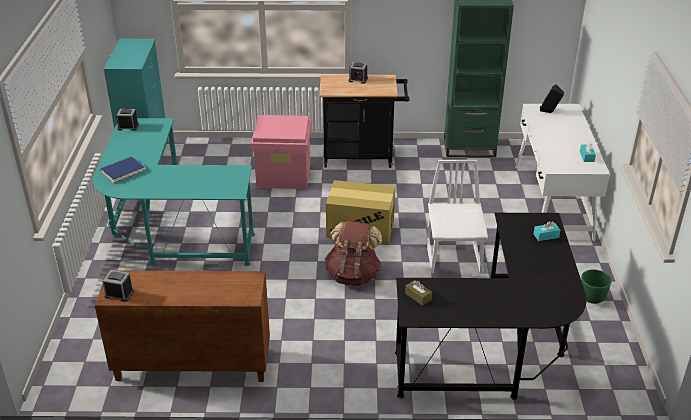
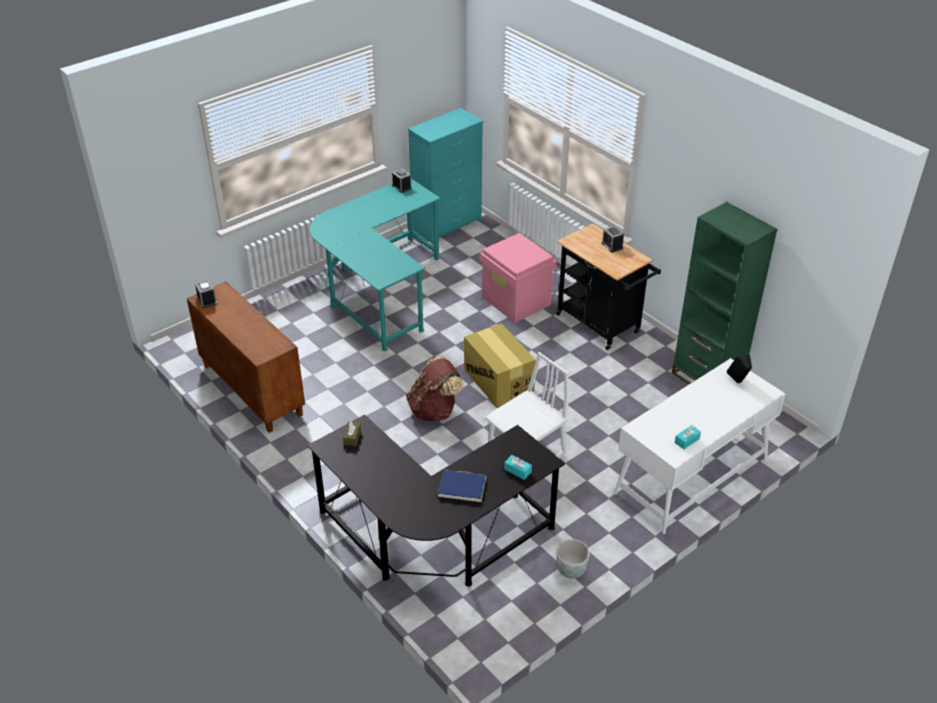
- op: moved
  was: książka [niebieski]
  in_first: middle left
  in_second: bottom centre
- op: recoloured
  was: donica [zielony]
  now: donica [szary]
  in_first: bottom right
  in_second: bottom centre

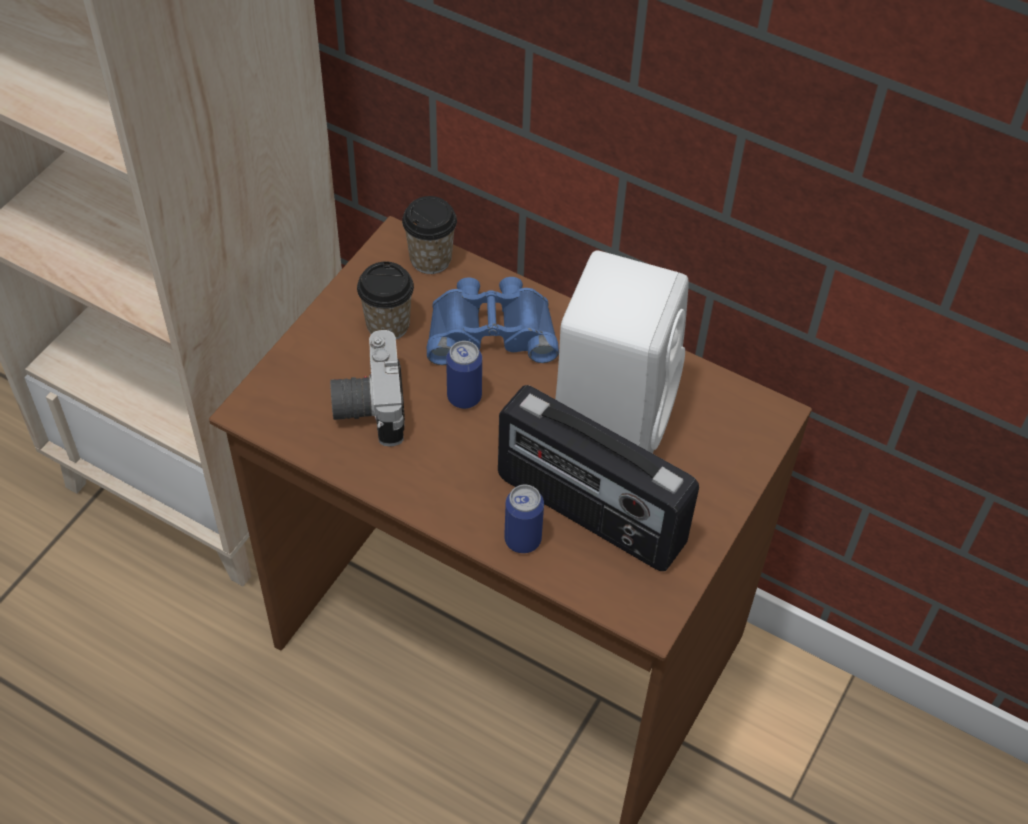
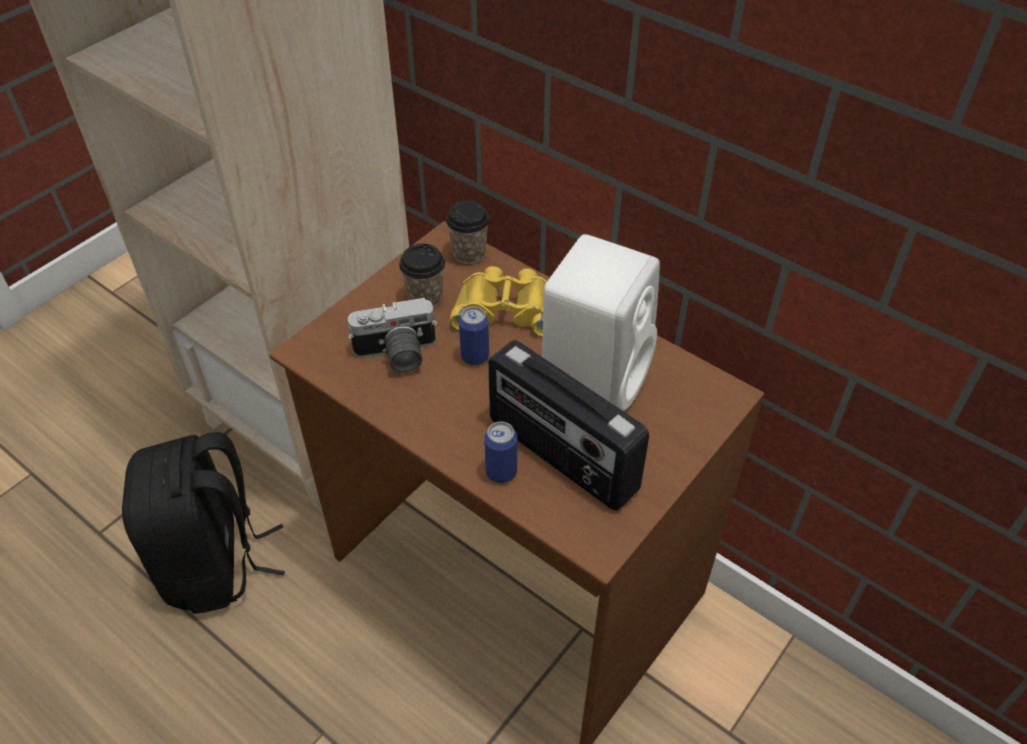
- op: turned
  was: aparat fotograficzny
  in_first: centre
  in_second: centre
  clockwise: -105
- op: recoloured
  was: lornetka [niebieski]
  now: lornetka [żółty]
  in_first: centre
  in_second: centre
- op: added
  now: plecak [czarny]
  in_second: bottom left

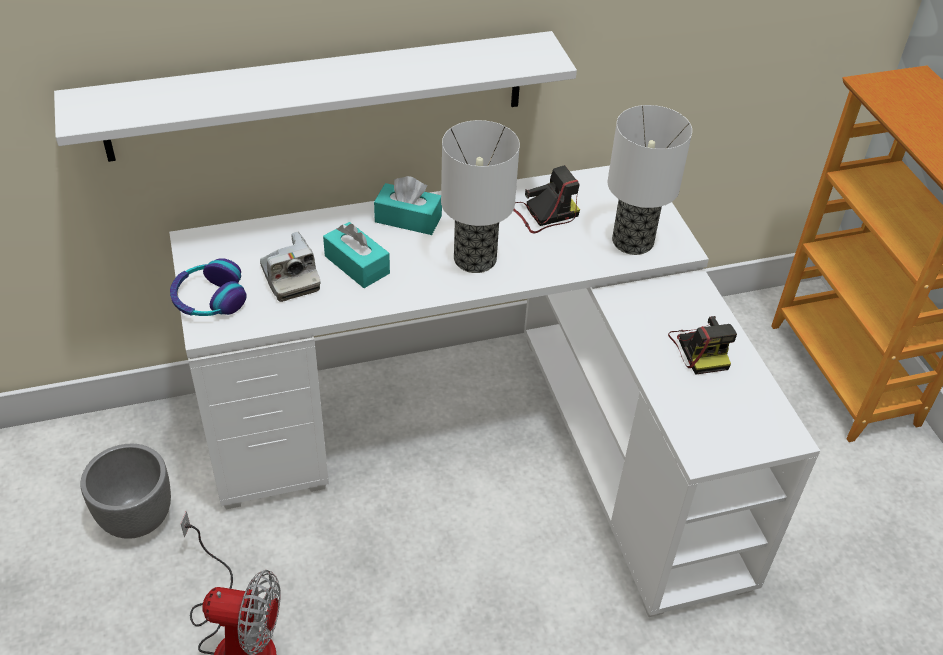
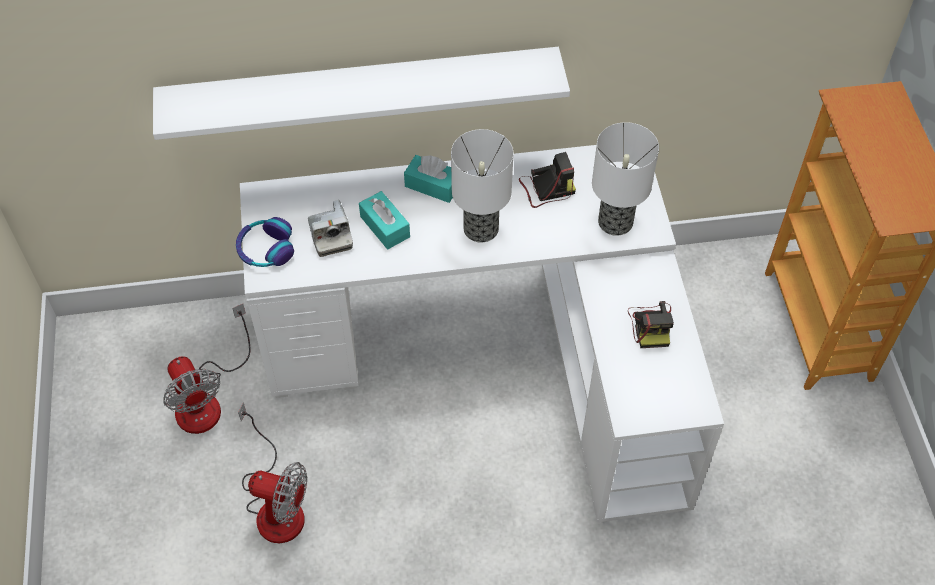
- op: replaced
  was: donica [szary]
  now: wentylator (1st from left)
  in_first: bottom left
  in_second: middle left

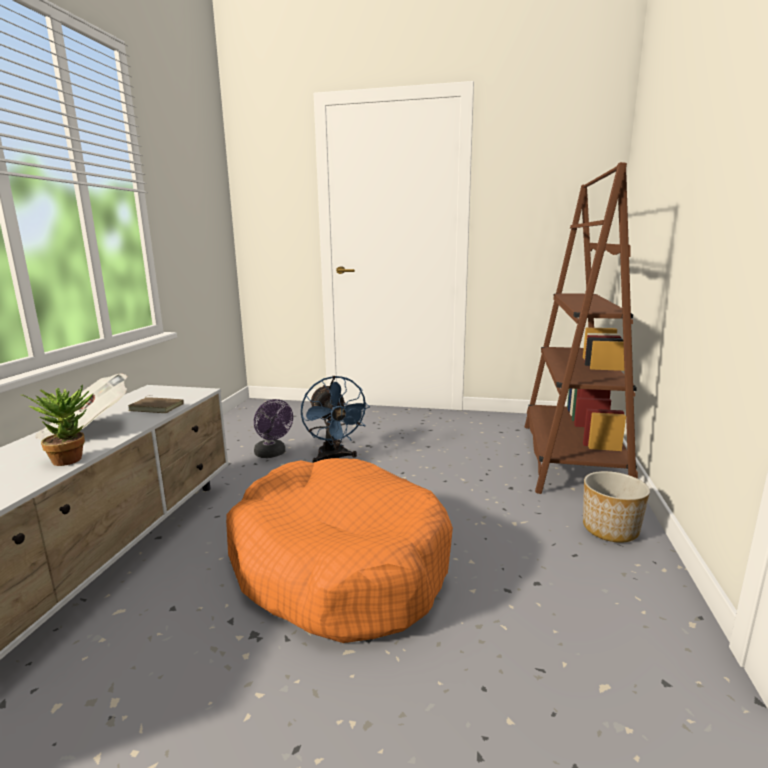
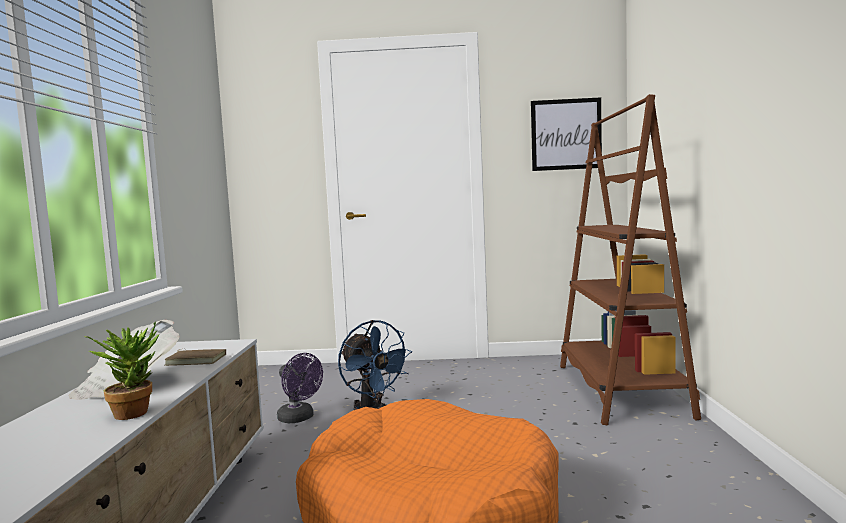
- op: removed
  was: donica
  in_first: middle right
- op: added
  now: obraz
  in_second: top right

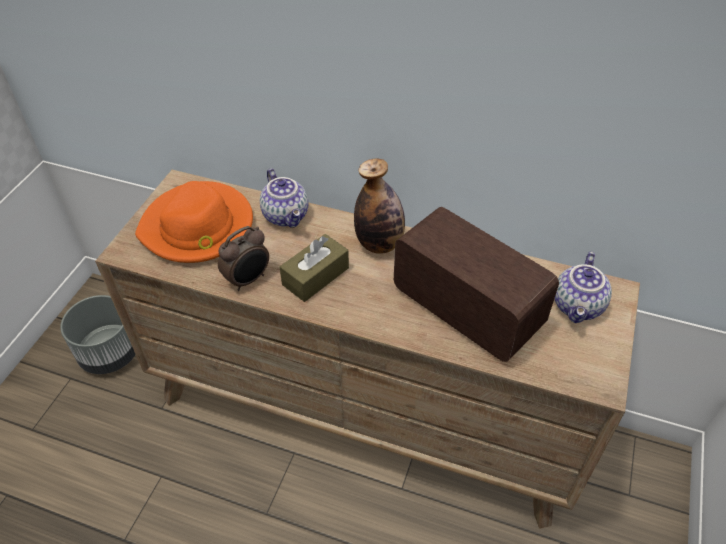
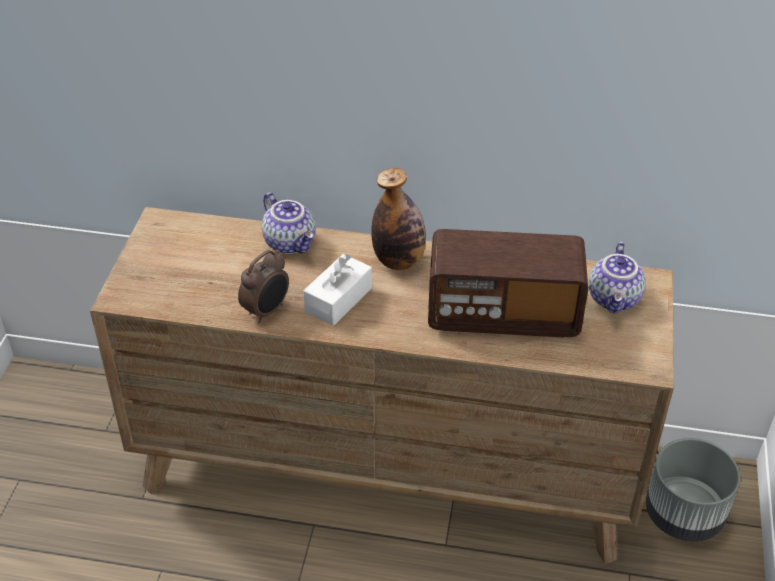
- op: moved
  was: donica [szary]
  in_first: middle left
  in_second: bottom right
- op: removed
  was: kapelusz [pomarańczowy]
  in_first: middle left
- op: recoloured
  was: pudełko chusteczek [brązowy]
  now: pudełko chusteczek [biały]
  in_first: centre
  in_second: centre
- op: turned
  was: radio
  in_first: centre
  in_second: centre
  clockwise: 150

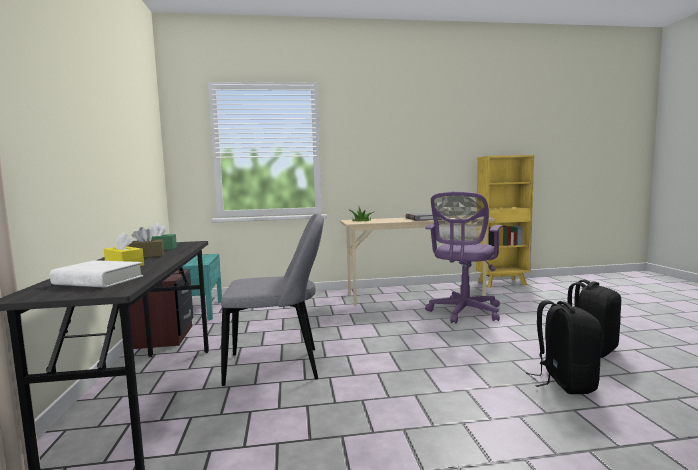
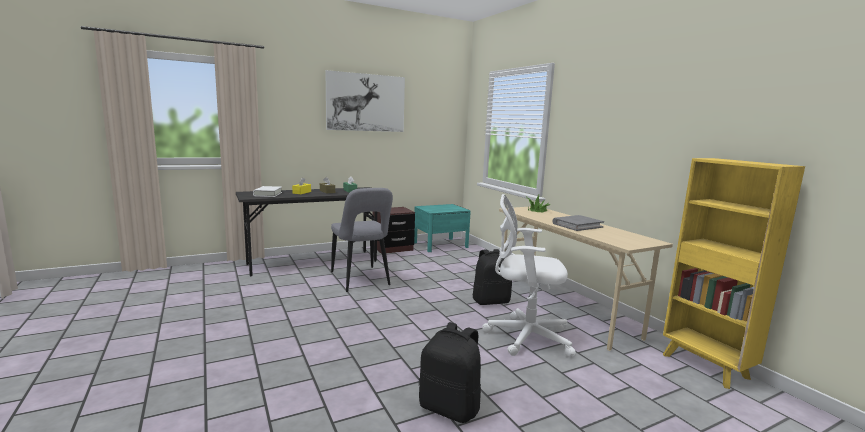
- op: recoloured
  was: krzesło biurowe [fioletowy]
  now: krzesło biurowe [biały]
  in_first: centre
  in_second: centre
- op: moved
  was: plecak [czarny] (1st from left in the first image)
  now: plecak [czarny] (2nd from left)
  in_first: bottom right
  in_second: centre
- op: added
  now: obraz
  in_second: top centre

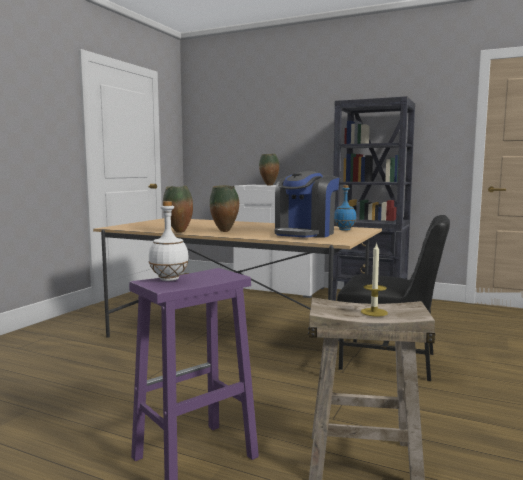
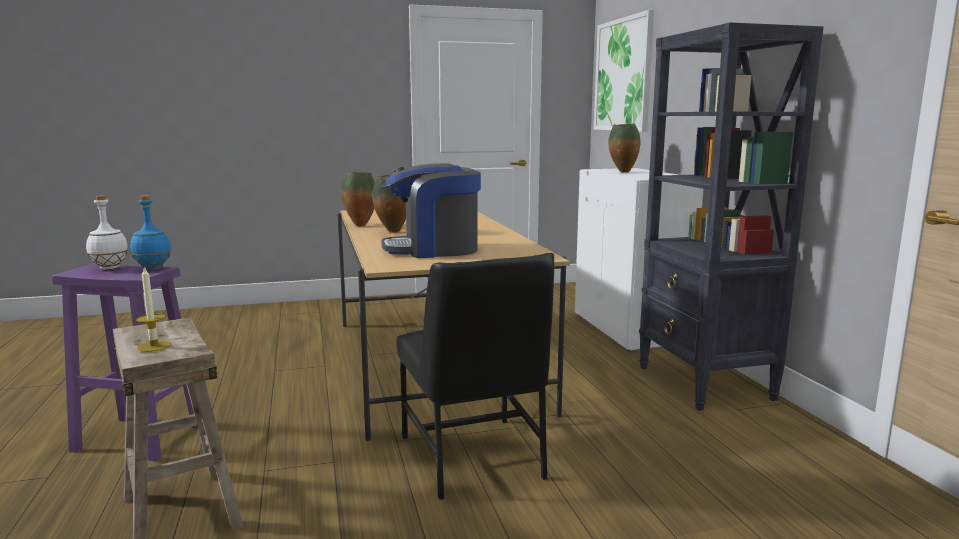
- op: moved
  was: butelka [niebieski]
  in_first: centre
  in_second: middle left
- op: added
  now: obraz
  in_second: top centre

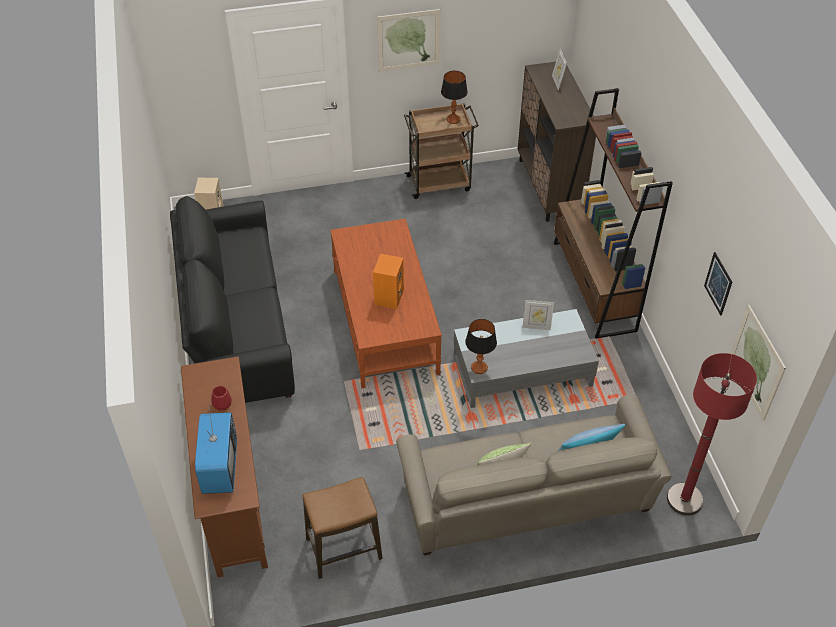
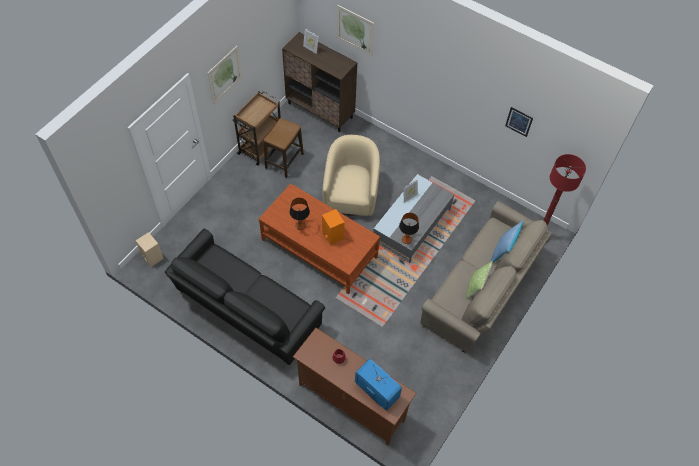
- op: moved
  was: stołek
  in_first: bottom centre
  in_second: top centre
- op: moved
  was: lampa stołowa (1st from left)
  in_first: top centre
  in_second: centre
- op: removed
  was: regał [brązowy]
  in_first: middle right
- op: moved
  was: obraz (3rd from left in the first image)
  now: obraz (2nd from left)
  in_first: middle right
  in_second: top centre
- op: added
  now: fotel [beżowy]
  in_second: centre

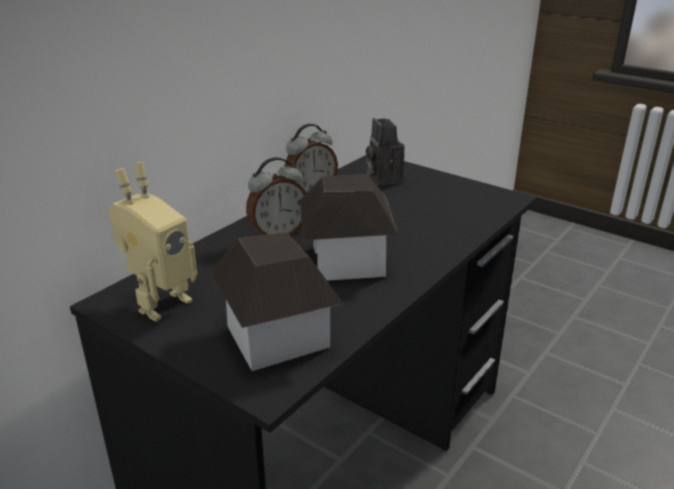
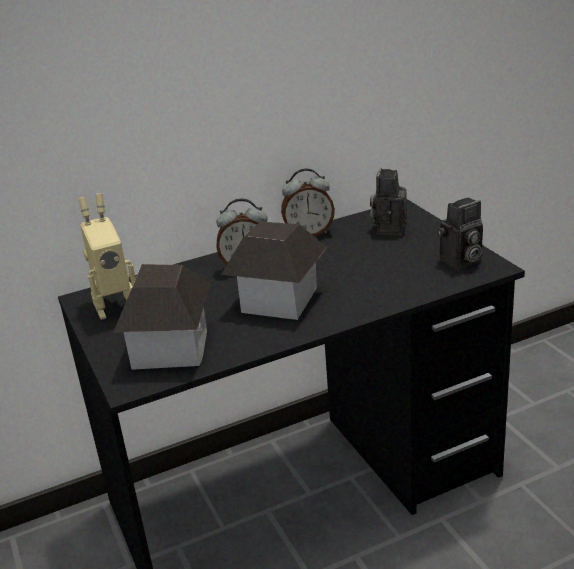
- op: added
  now: aparat fotograficzny (2nd from left)
  in_second: middle right

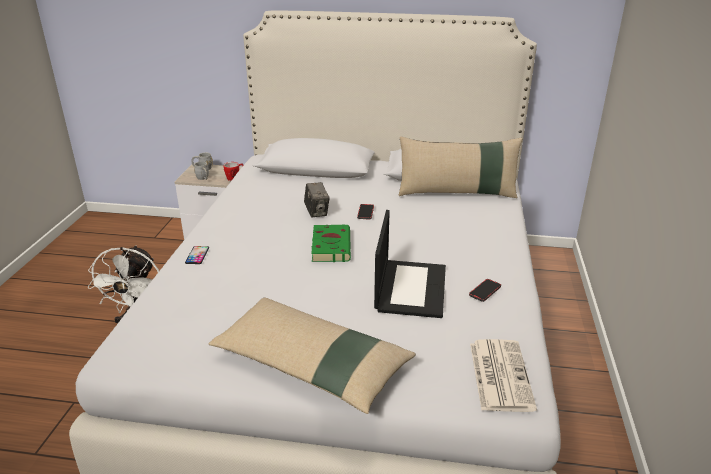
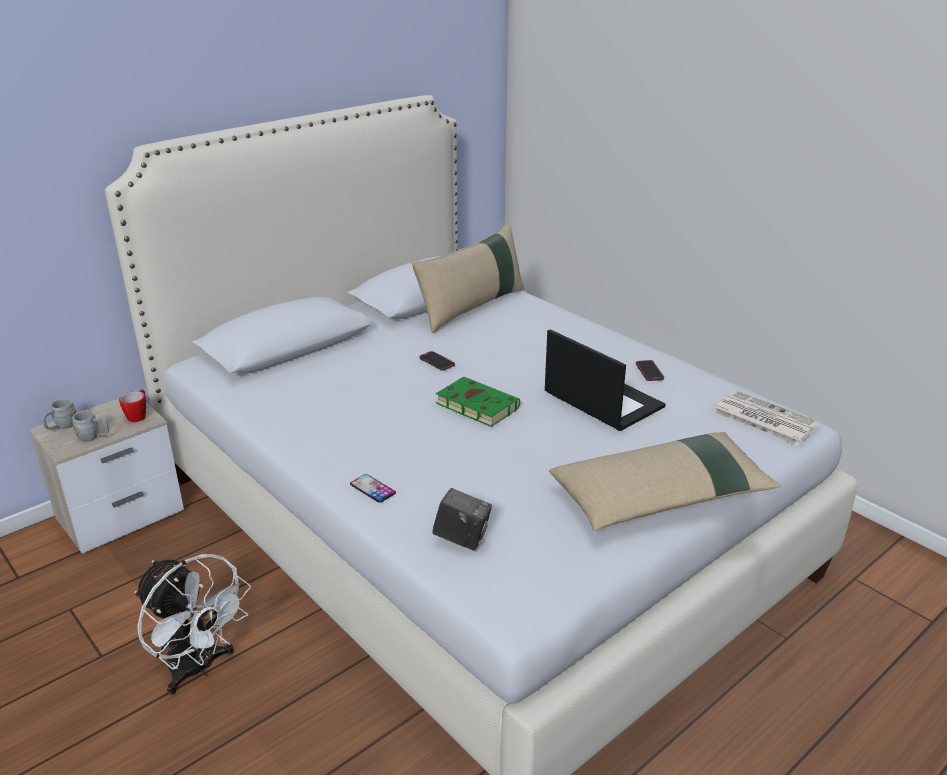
- op: moved
  was: aparat fotograficzny
  in_first: centre
  in_second: bottom centre

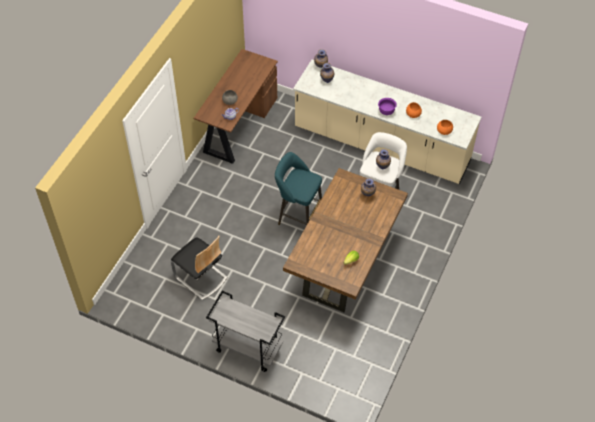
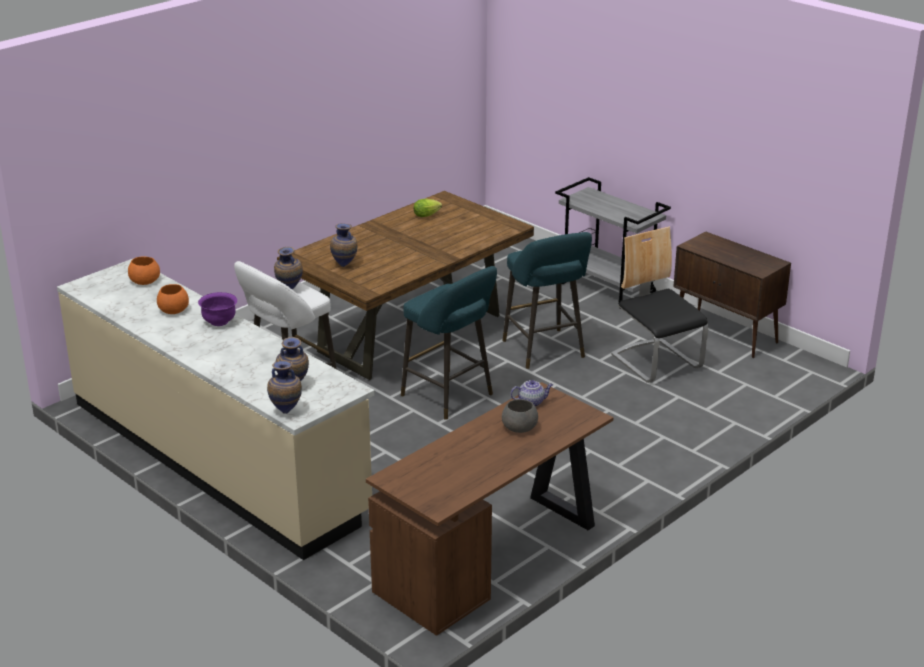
- op: added
  now: stołek [turkusowy] (2nd from left)
  in_second: centre
- op: added
  now: szafka [brązowy]
  in_second: middle right

